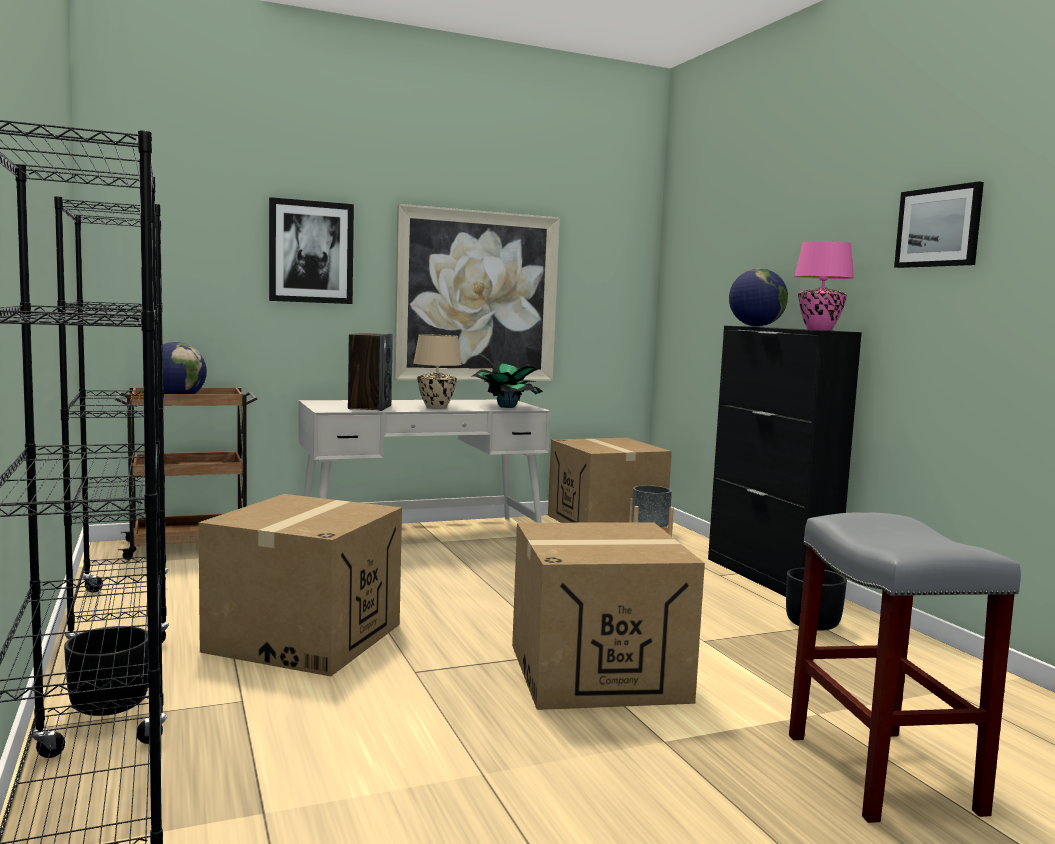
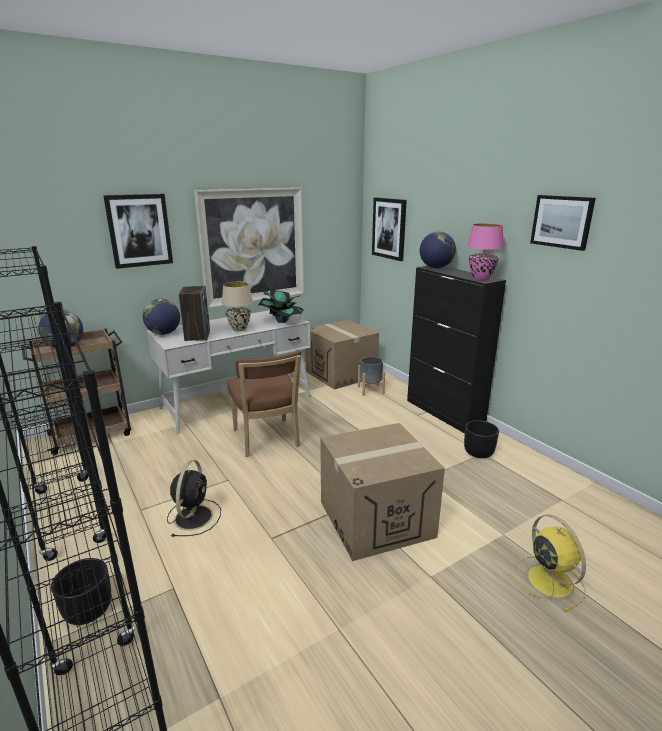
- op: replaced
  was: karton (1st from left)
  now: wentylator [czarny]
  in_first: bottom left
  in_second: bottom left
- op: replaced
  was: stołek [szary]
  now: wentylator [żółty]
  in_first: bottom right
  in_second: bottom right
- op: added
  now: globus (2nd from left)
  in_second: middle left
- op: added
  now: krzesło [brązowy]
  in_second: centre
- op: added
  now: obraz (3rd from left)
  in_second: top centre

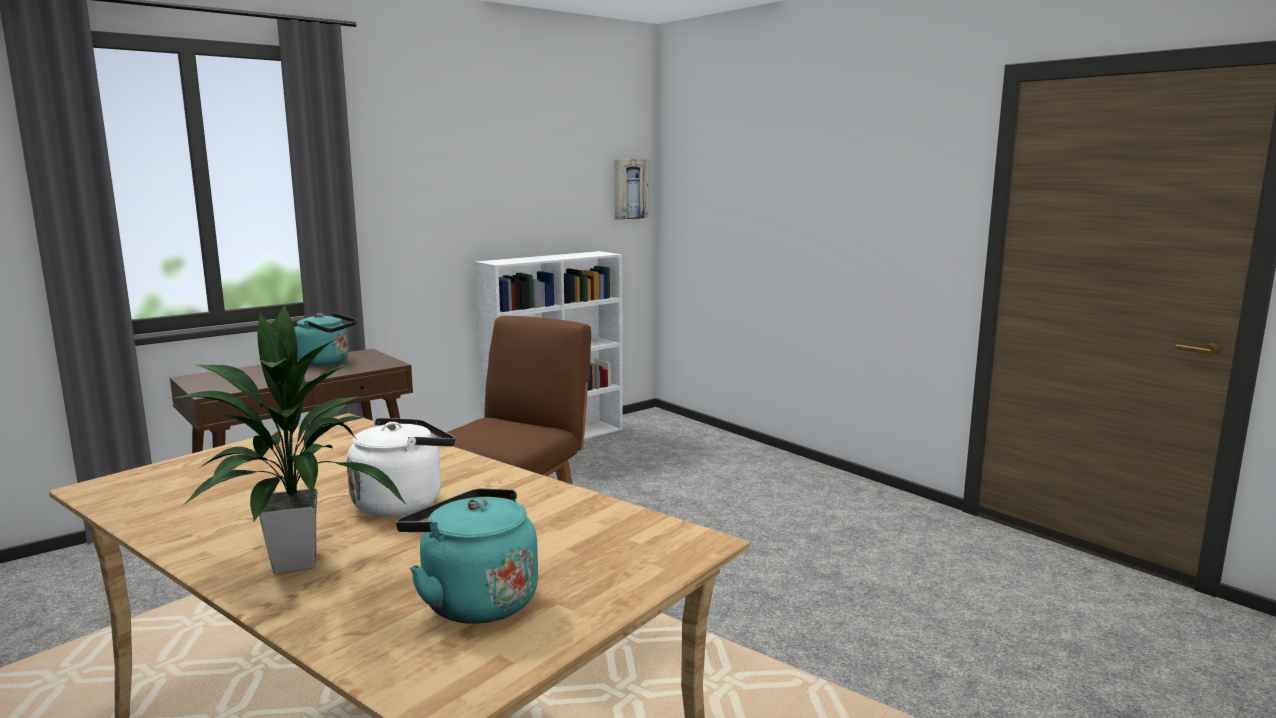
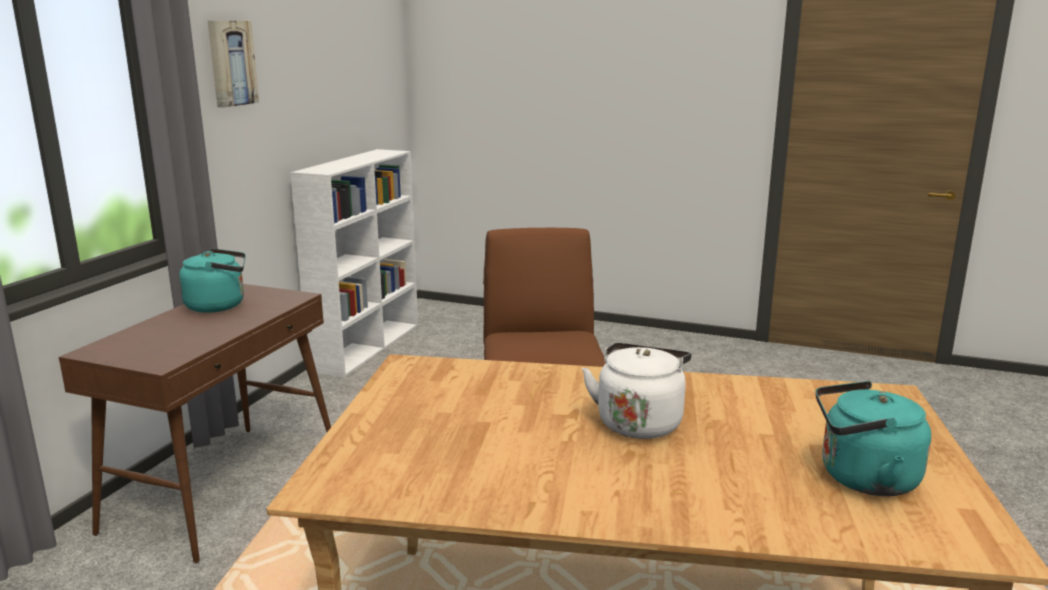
- op: removed
  was: roślina doniczkowa
  in_first: middle left
- op: moved
  was: obraz
  in_first: top centre
  in_second: top left

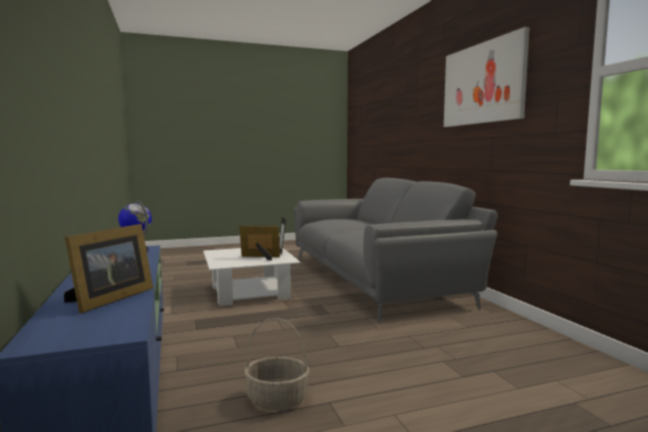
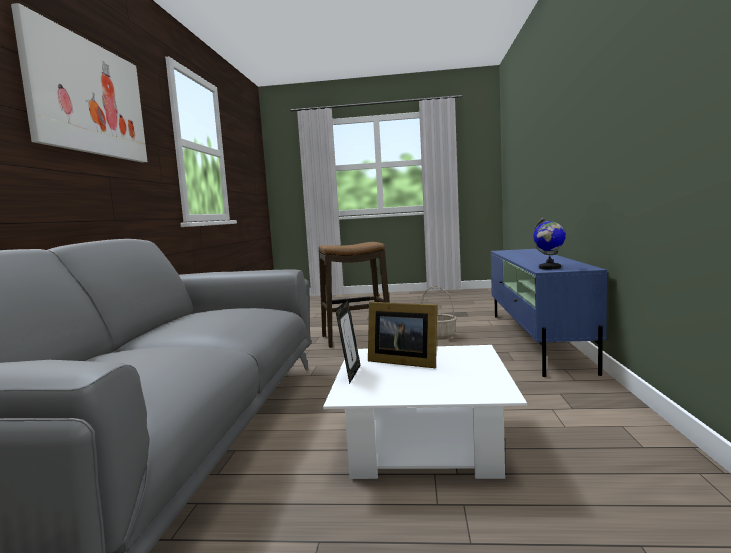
- op: removed
  was: ramka na zdjęcie (1st from left)
  in_first: middle left
- op: added
  now: stołek
  in_second: centre

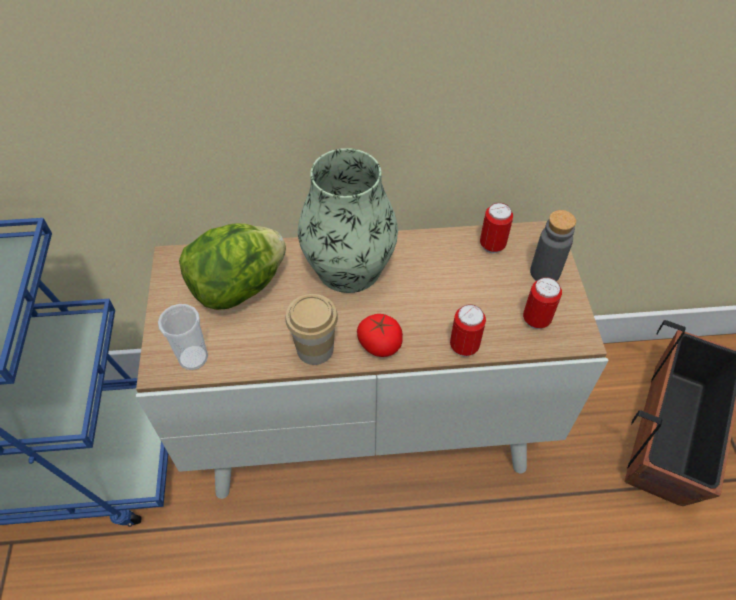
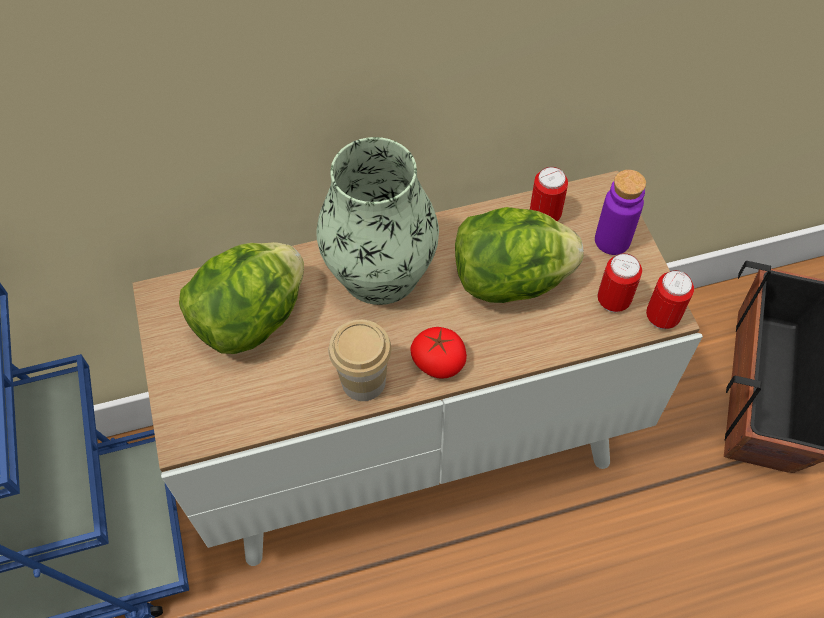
- op: removed
  was: filiżanka (1st from left)
  in_first: middle left
- op: moved
  was: puszka (1st from left in the first image)
  now: puszka (3rd from left)
  in_first: centre
  in_second: middle right
- op: recoloured
  was: butelka [szary]
  now: butelka [fioletowy]
  in_first: middle right
  in_second: middle right
- op: added
  now: sałata (2nd from left)
  in_second: centre

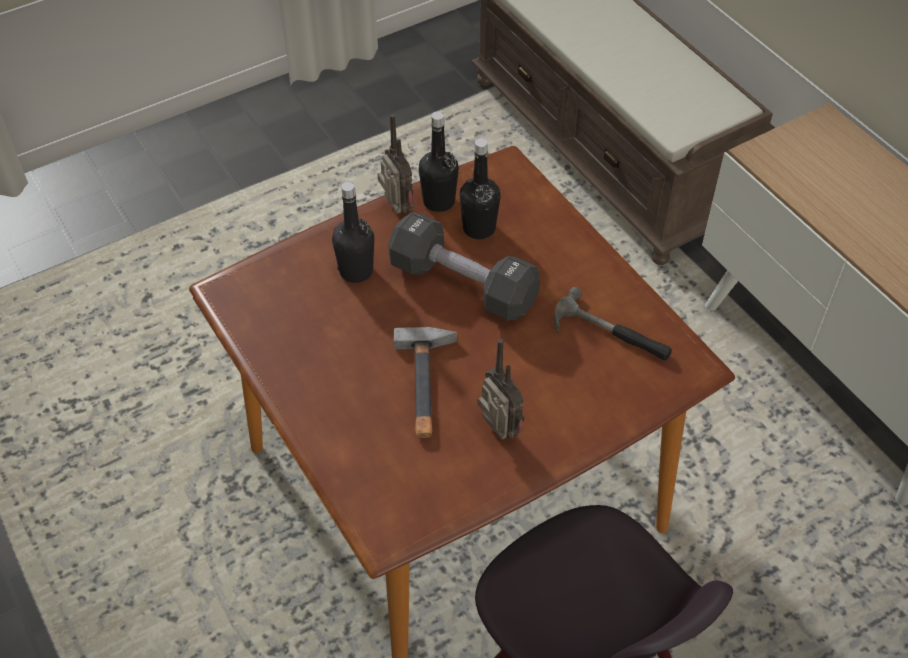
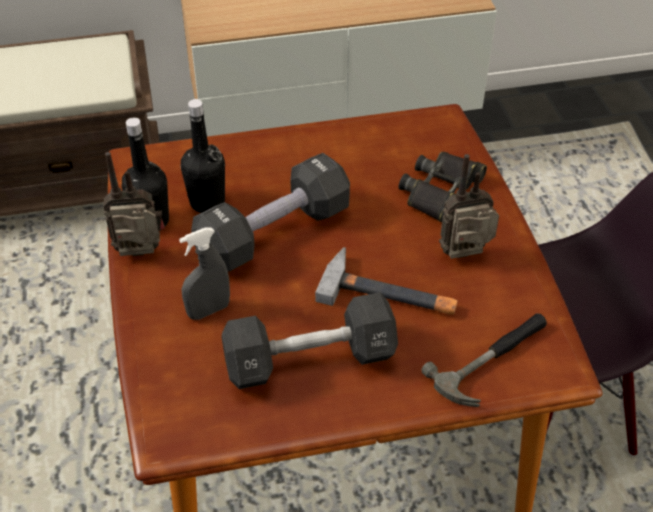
- op: replaced
  was: butelka [czarny] (1st from left)
  now: spryskiwacz [szary]
  in_first: centre
  in_second: middle left
- op: moved
  was: młotek (2nd from left)
  in_first: middle right
  in_second: bottom right
- op: added
  now: hantel [czarny] (2nd from left)
  in_second: centre
- op: added
  now: lornetka [czarny]
  in_second: middle right

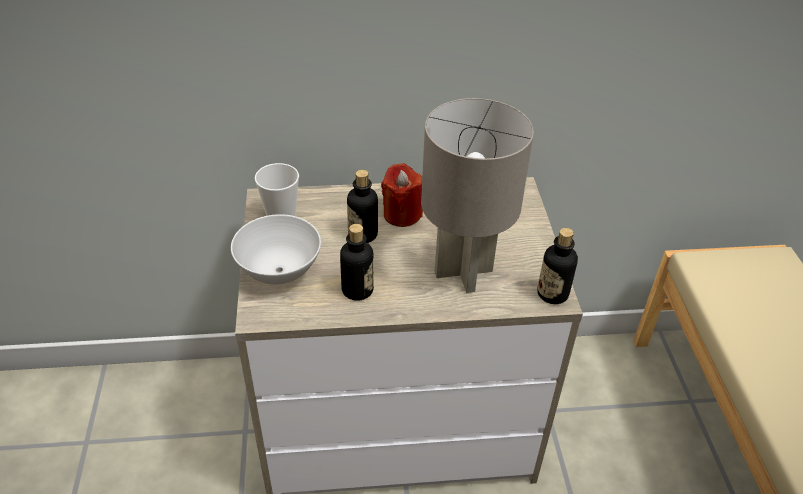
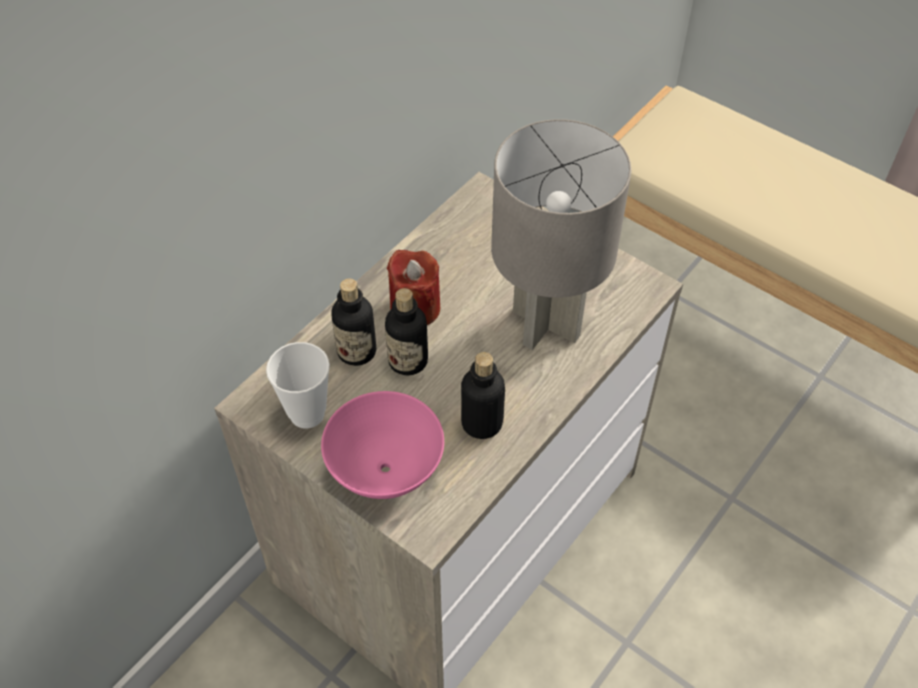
- op: recoloured
  was: miska [biały]
  now: miska [różowy]
  in_first: centre
  in_second: centre
- op: moved
  was: butelka (3rd from left in the first image)
  now: butelka (1st from left)
  in_first: middle right
  in_second: centre

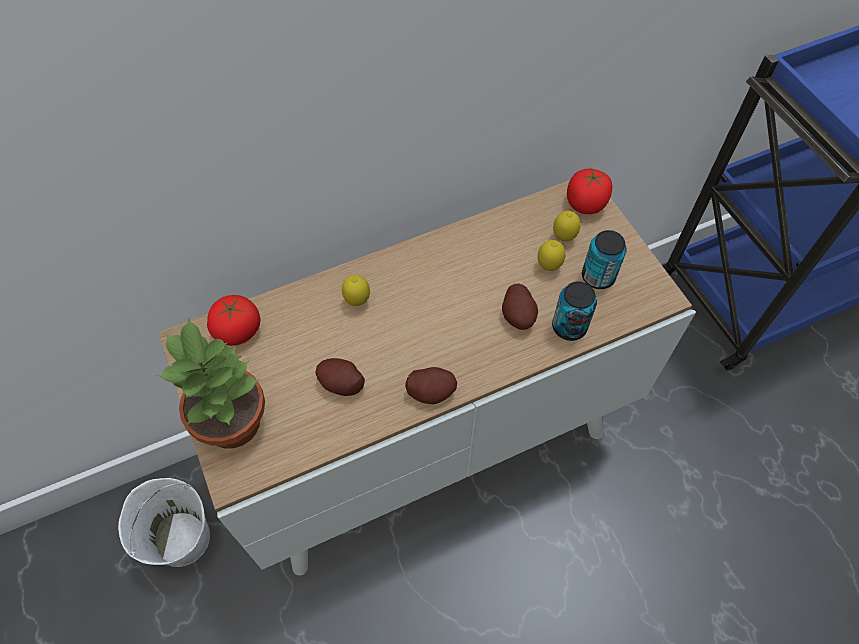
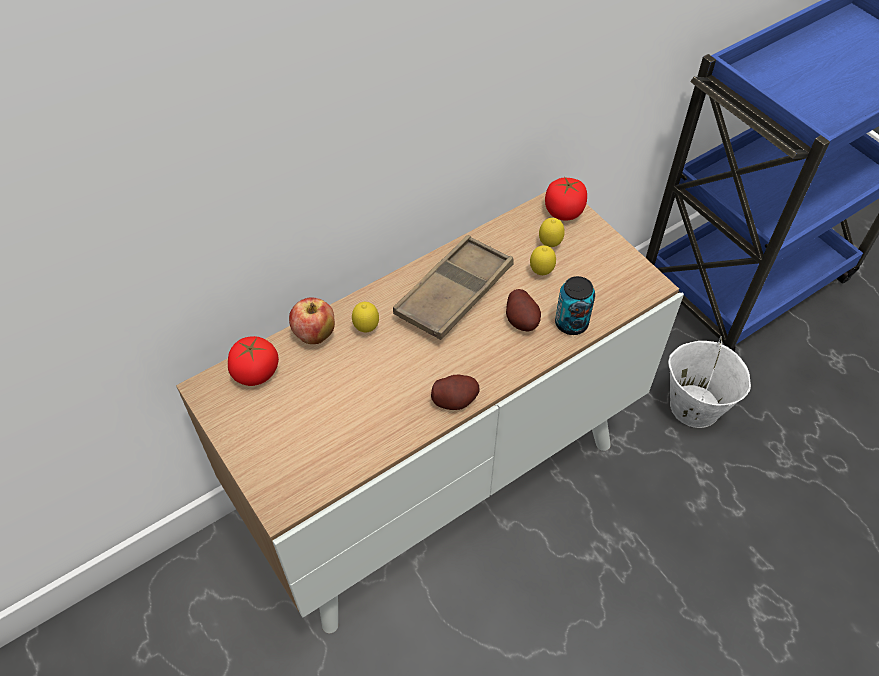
- op: moved
  was: wiadro [biały]
  in_first: bottom left
  in_second: middle right
- op: removed
  was: roślina doniczkowa
  in_first: middle left
- op: removed
  was: ziemniak (1st from left)
  in_first: centre
- op: removed
  was: puszka (2nd from left)
  in_first: middle right
- op: added
  now: jabłko
  in_second: centre
- op: added
  now: taca [brązowy]
  in_second: centre

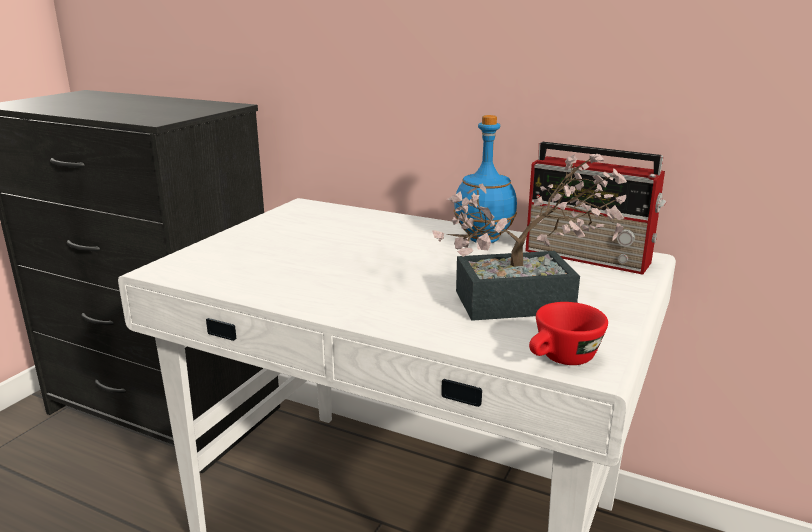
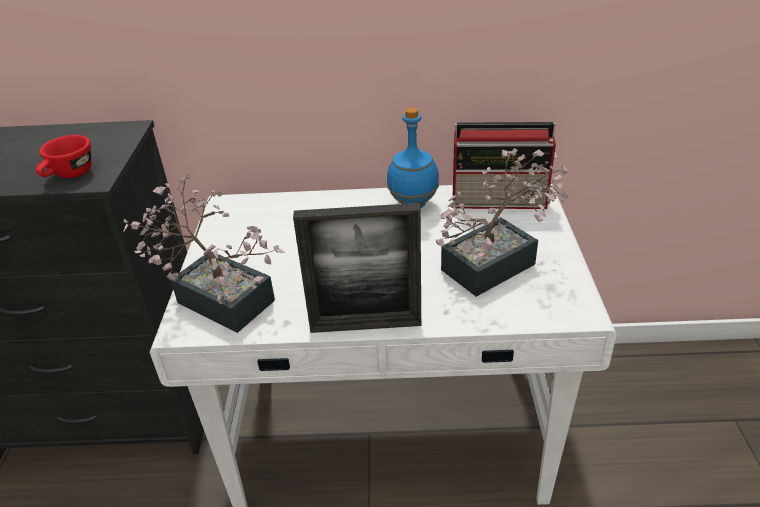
- op: moved
  was: filiżanka [czerwony]
  in_first: middle right
  in_second: top left
- op: added
  now: roślina doniczkowa (1st from left)
  in_second: middle left
- op: added
  now: ramka na zdjęcie
  in_second: centre

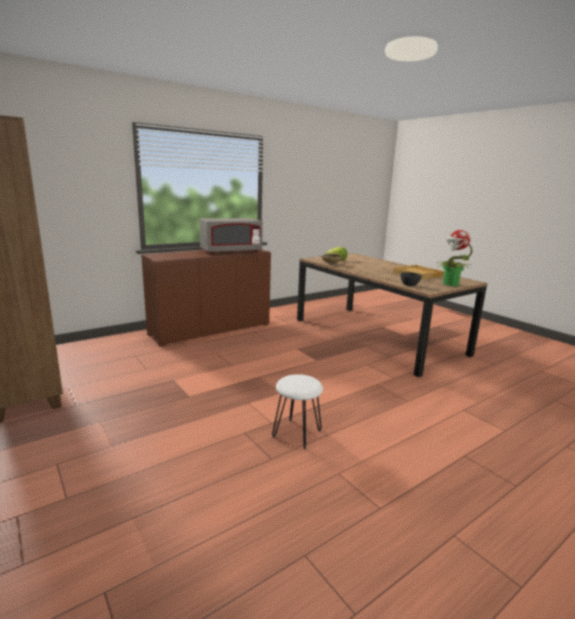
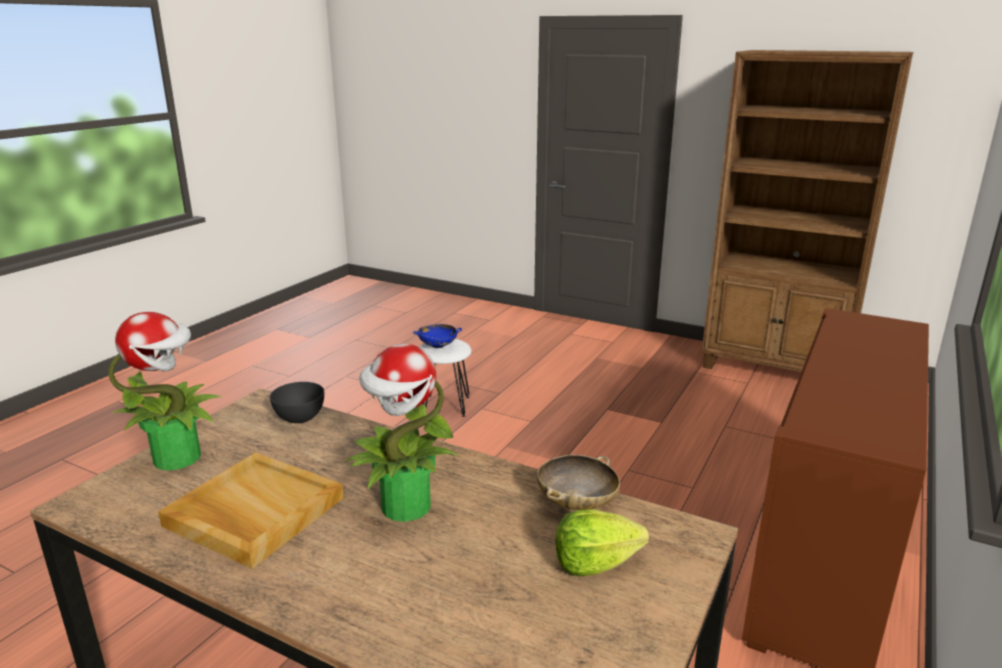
- op: removed
  was: mikrofalówka [szary]
  in_first: centre
- op: added
  now: roślina doniczkowa (2nd from left)
  in_second: centre
- op: added
  now: miska [niebieski]
  in_second: centre

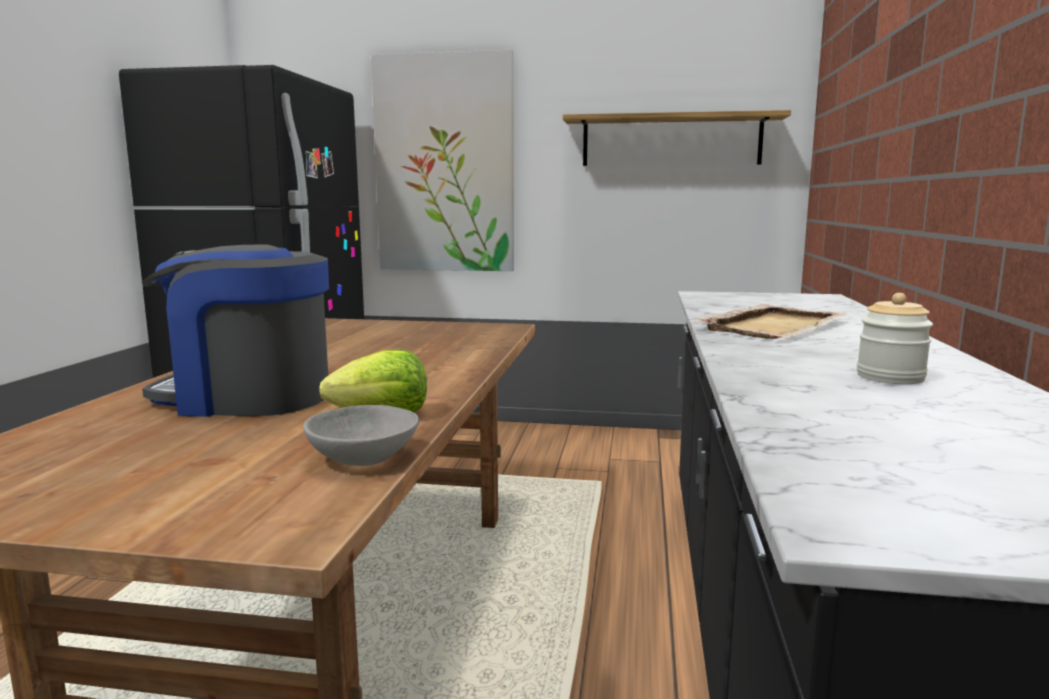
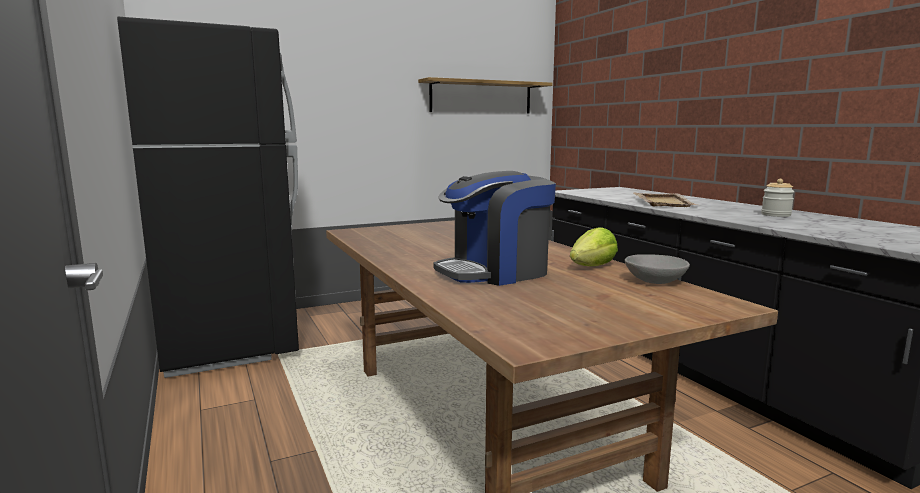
- op: removed
  was: obraz
  in_first: top centre

